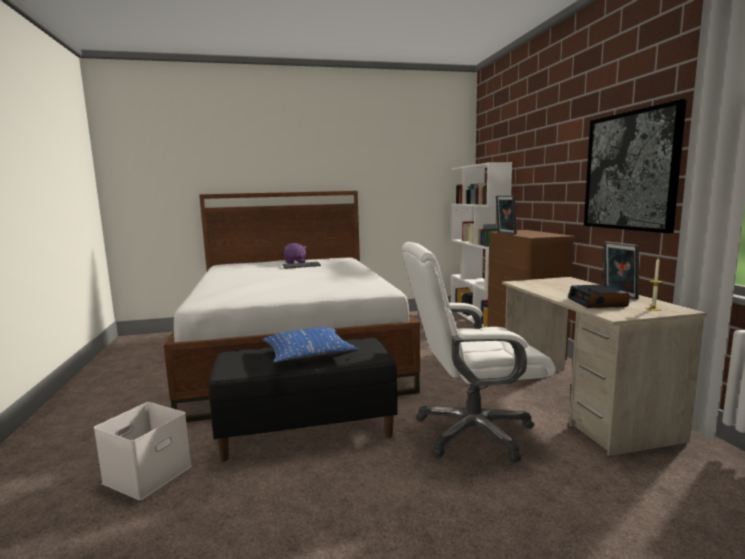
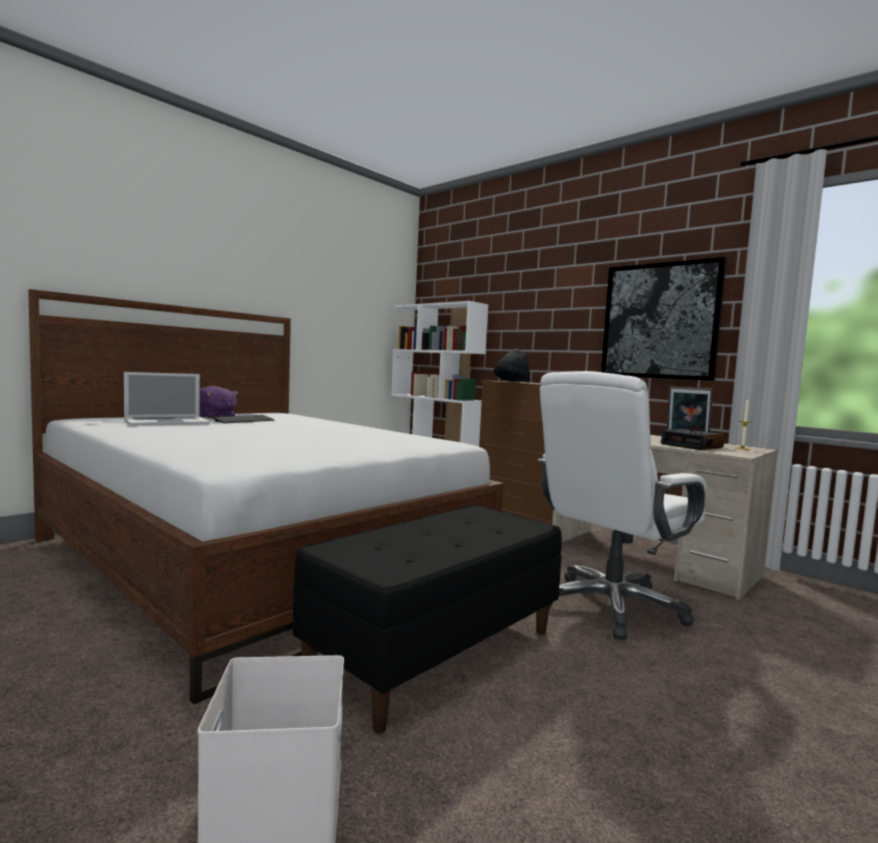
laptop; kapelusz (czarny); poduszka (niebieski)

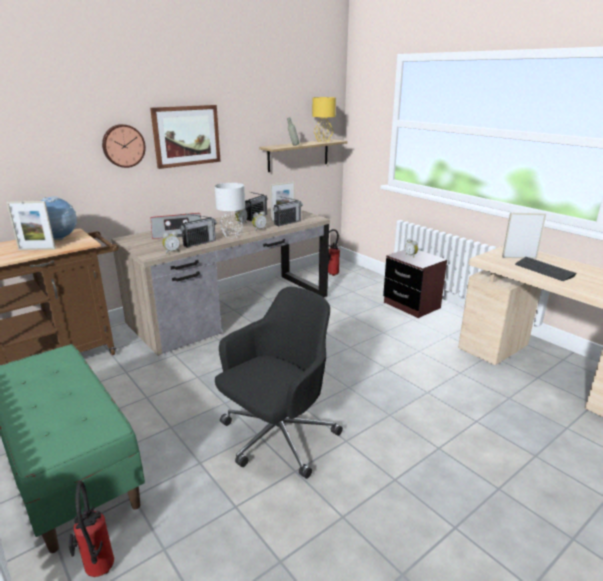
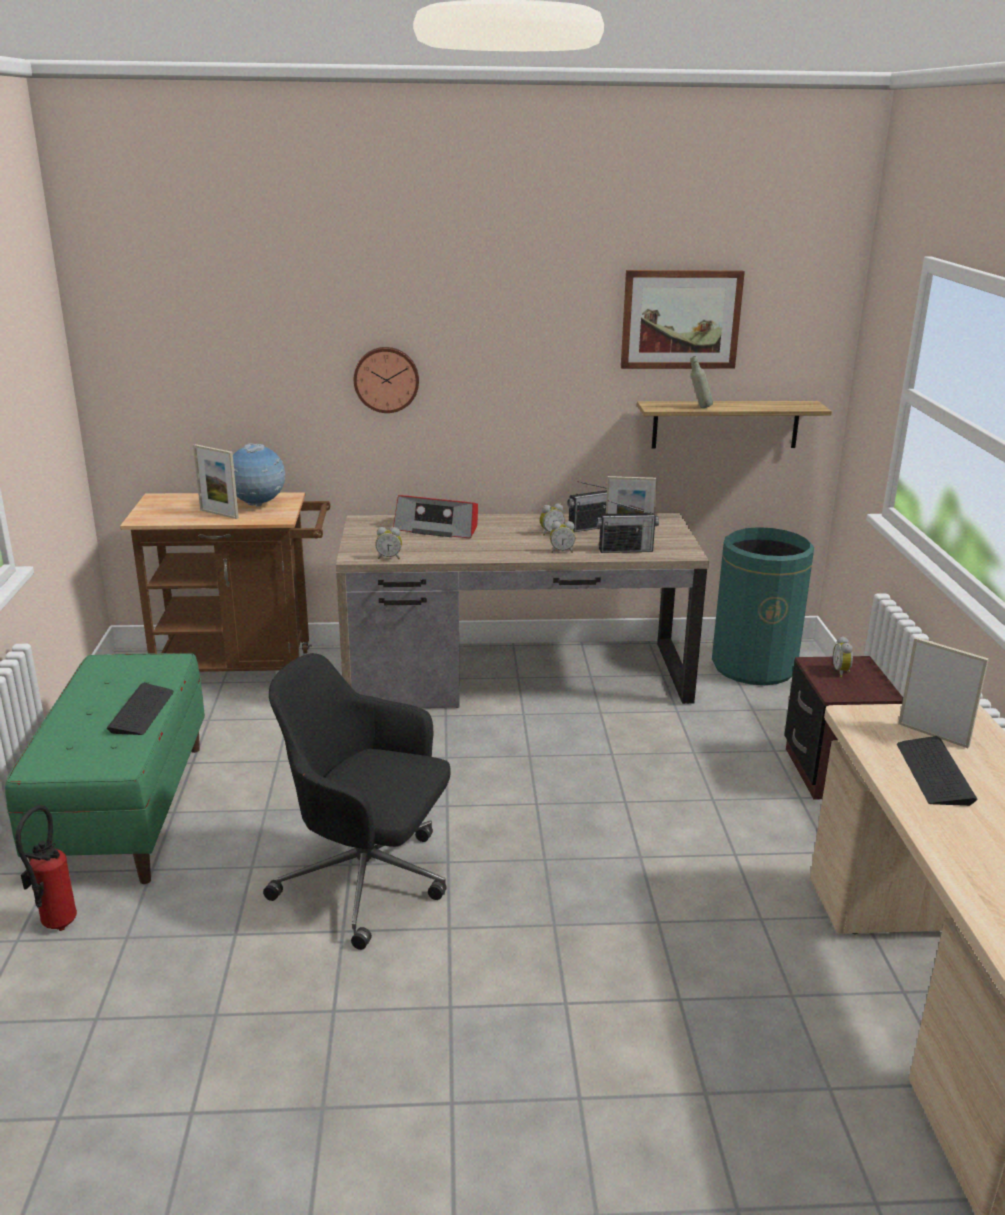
klawiatura (no. 1 from left); krzesło biurowe (czarny); obraz; kosz na śmieci (zielony); radio (no. 2 from left in the first image); lampa stołowa (szary); lampa stołowa (żółty)

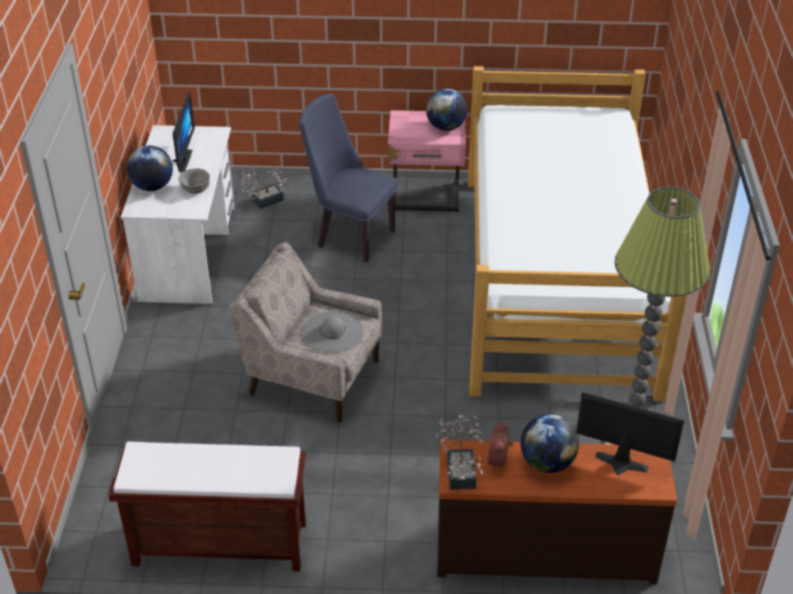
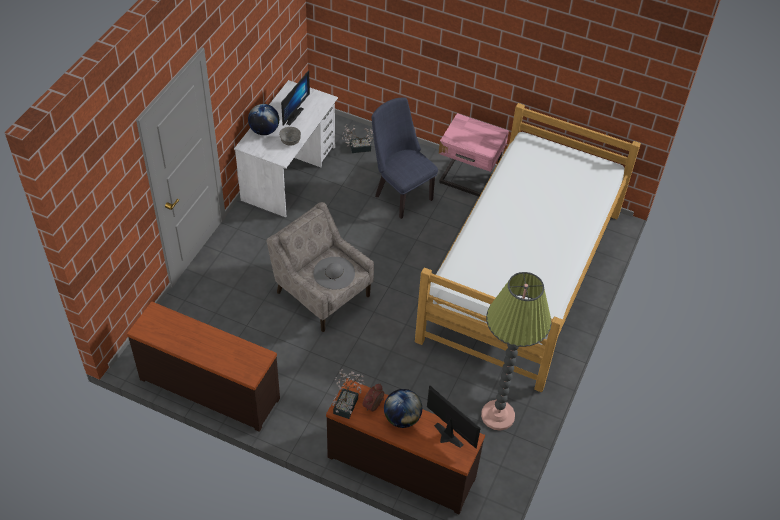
komoda (brązowy) (no. 1 from left); globus (no. 2 from left in the first image)

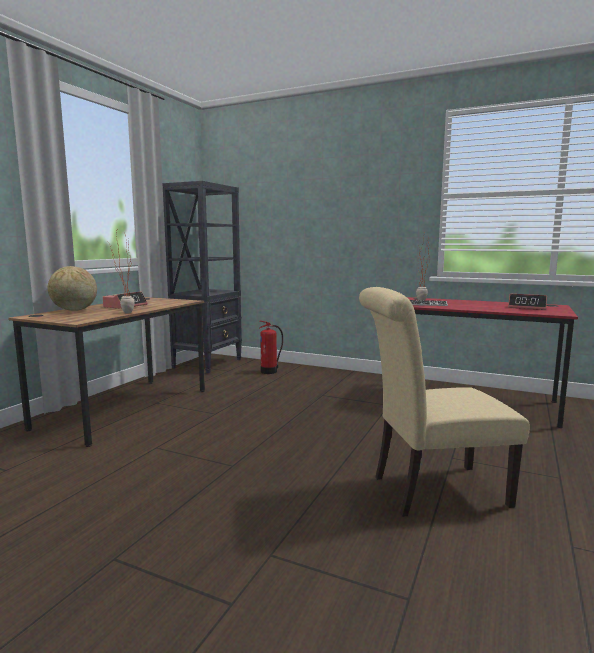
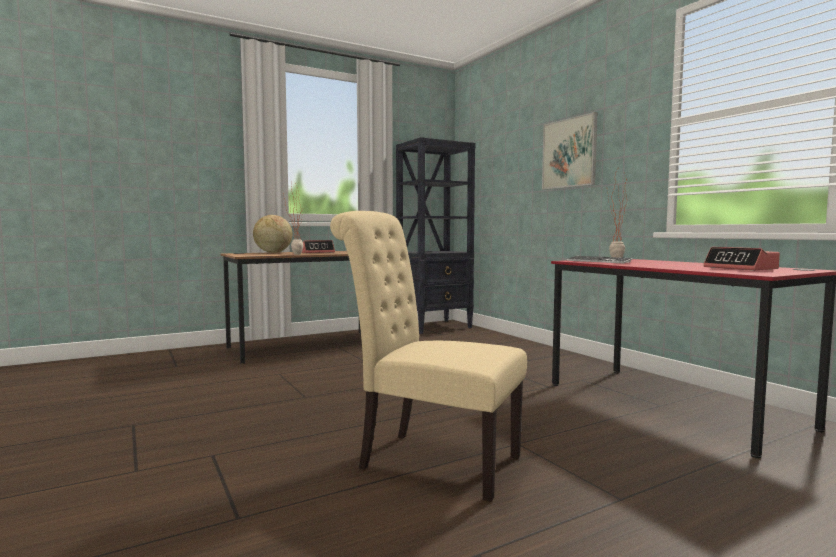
obraz; gaśnica

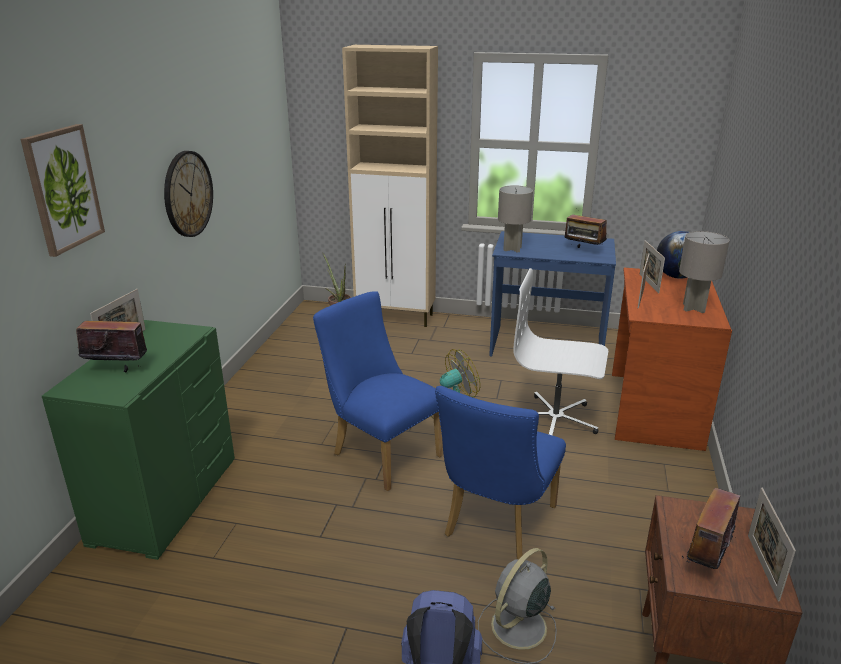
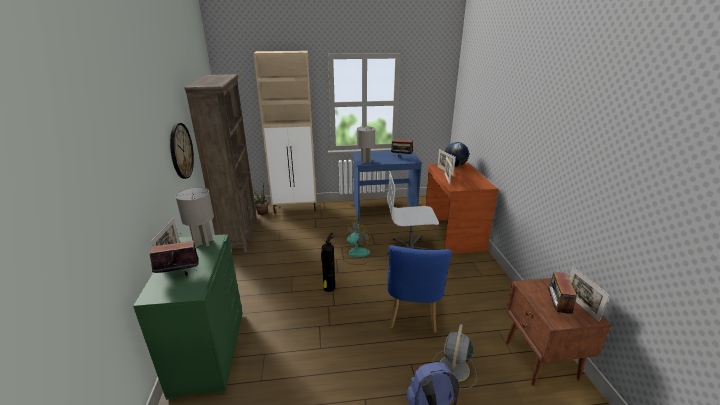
lampa stołowa (szary) (no. 1 from left); regał (brązowy); gaśnica; obraz

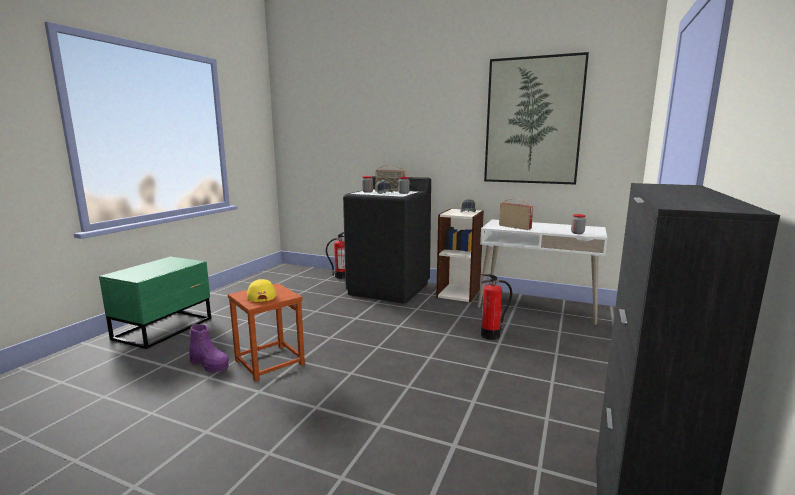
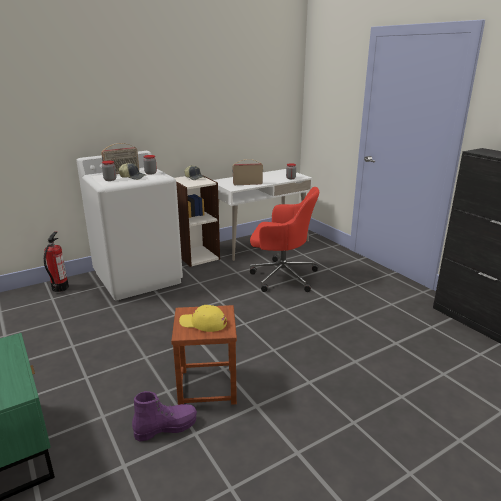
pralka (biały); krzesło biurowe (czerwony); obraz

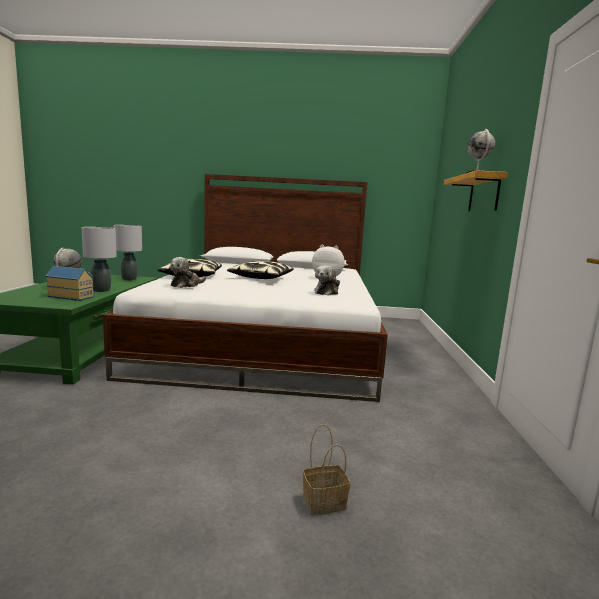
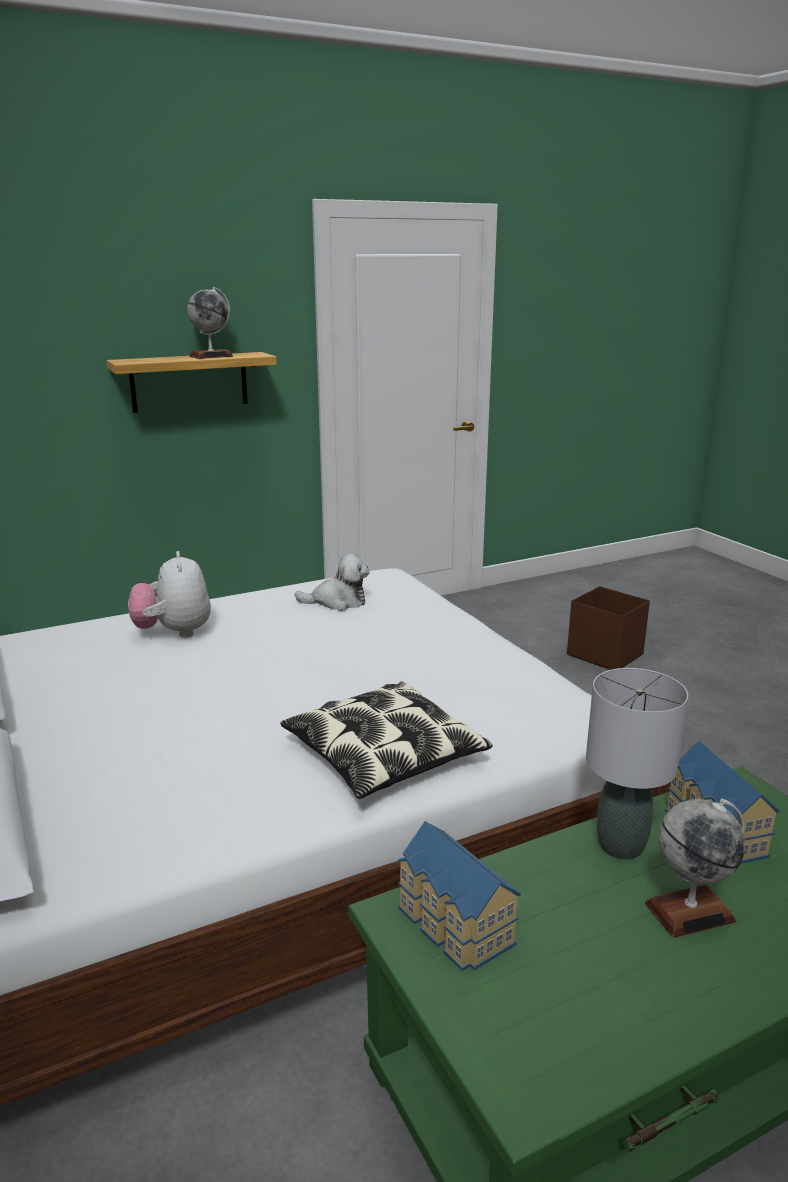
domek (no. 1 from left); pojemnik do przechowywania (brązowy); pluszak (no. 1 from left in the first image); poduszka (no. 2 from left in the first image)

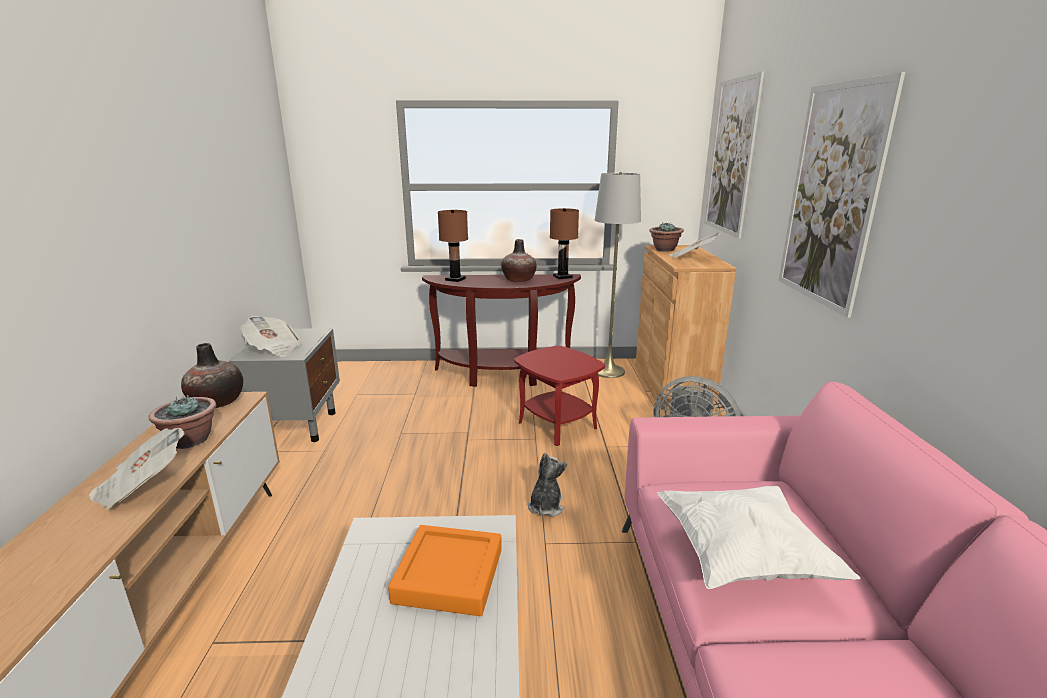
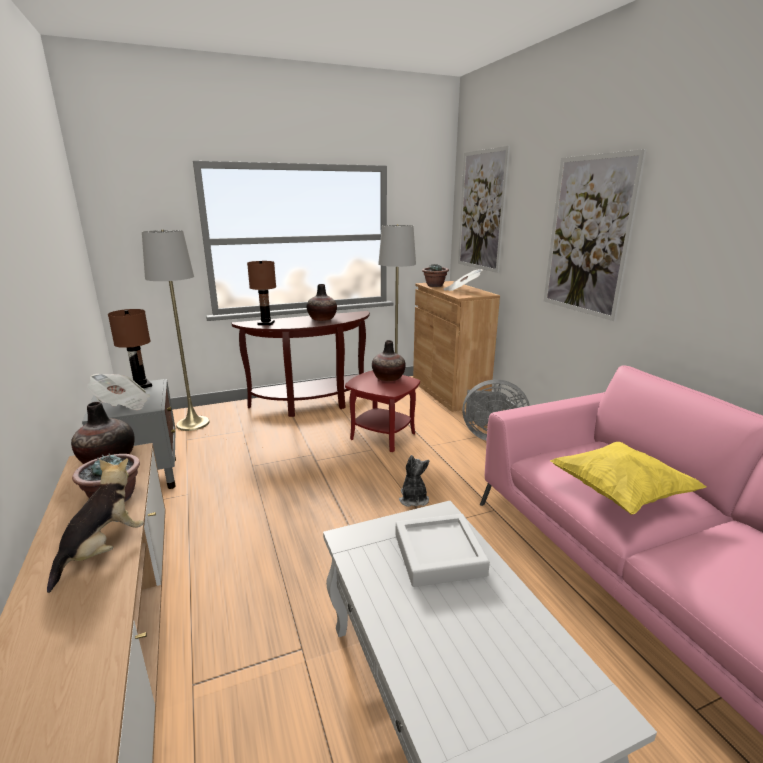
pluszak (no. 1 from left); lampa stołowa (brązowy) (no. 1 from left); lampa stojąca (szary) (no. 1 from left); wazon (no. 3 from left); taca (szary); poduszka (żółty)

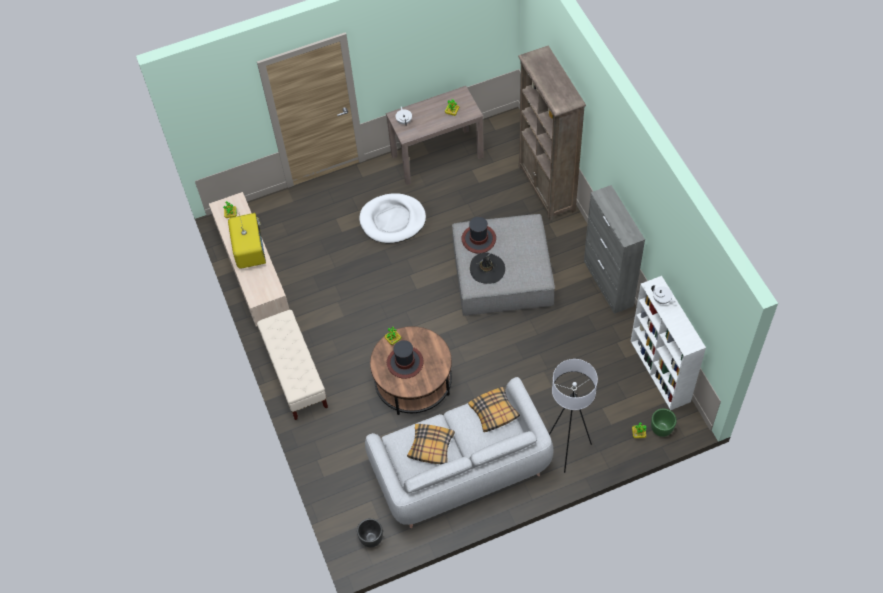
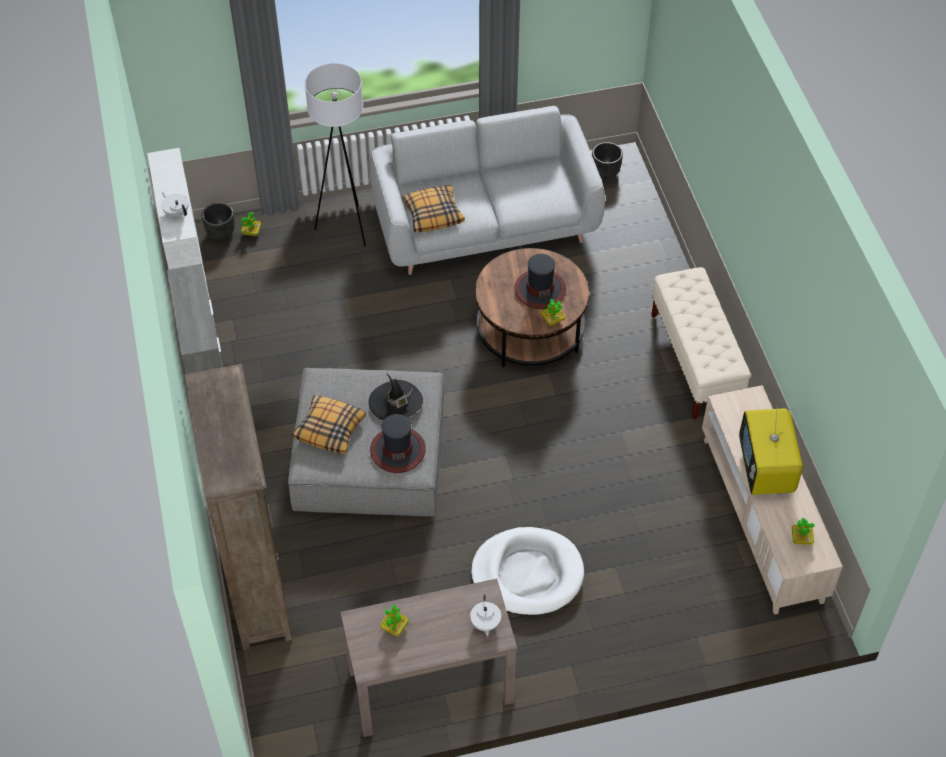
donica (czarny) (no. 1 from left); poduszka (no. 1 from left)

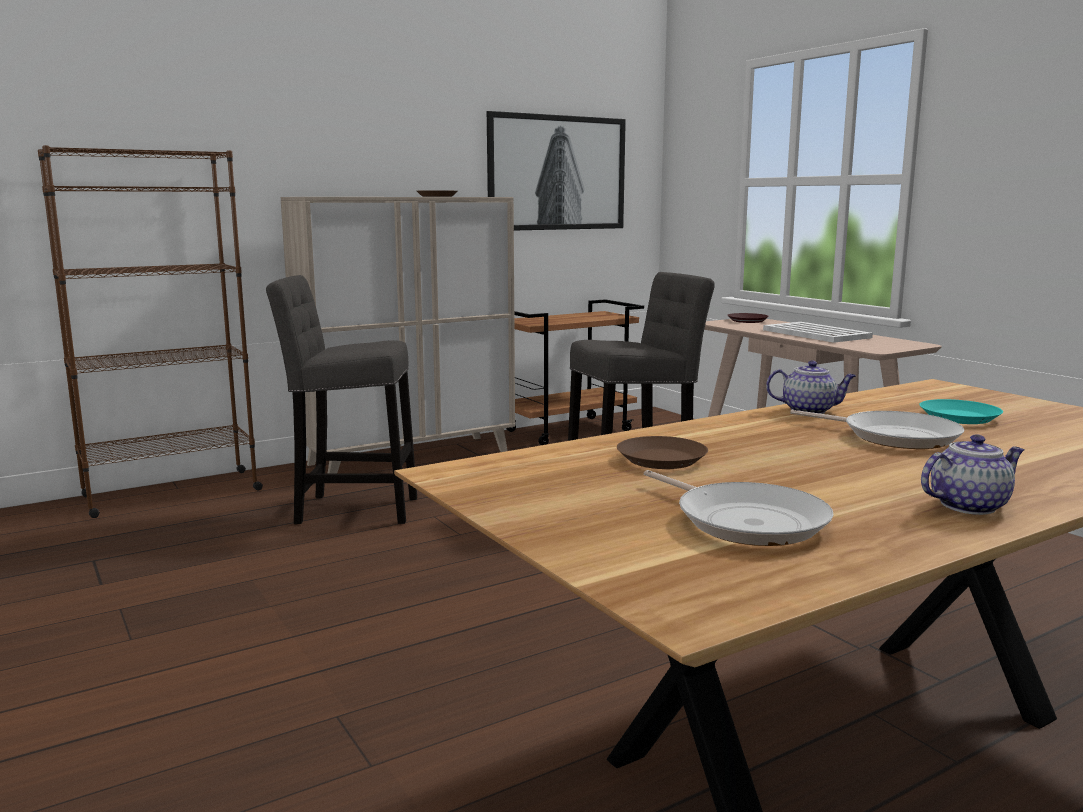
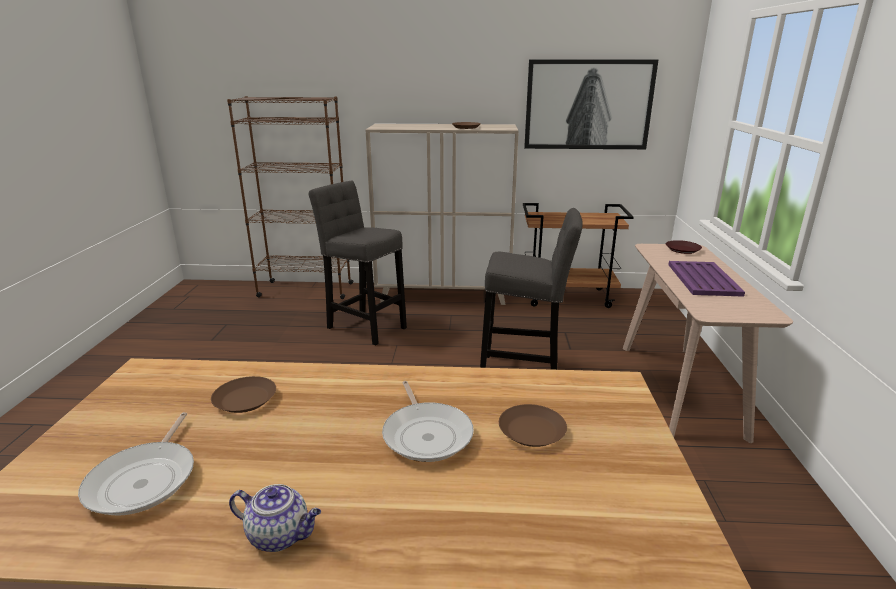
talerz (brązowy) (no. 3 from left); taca (fioletowy); imbryk (no. 1 from left in the first image)

